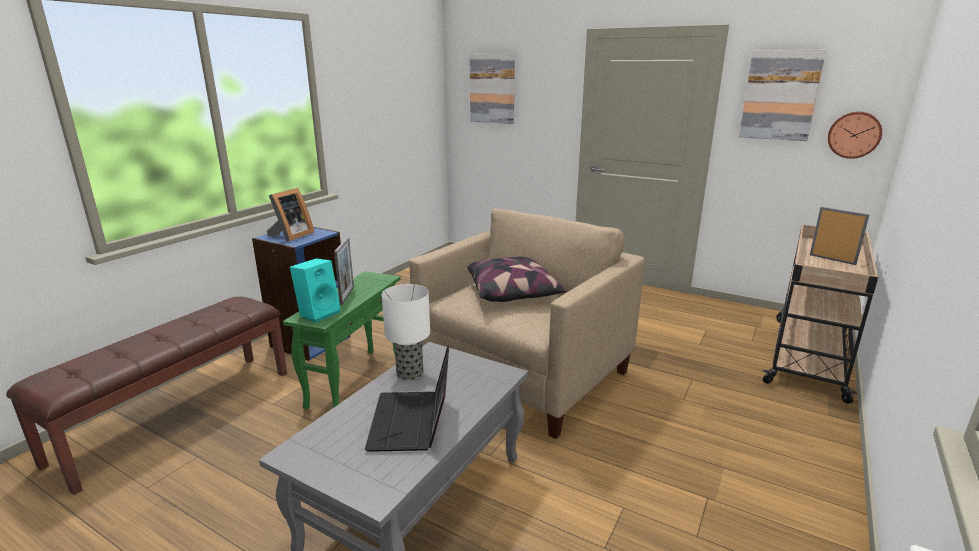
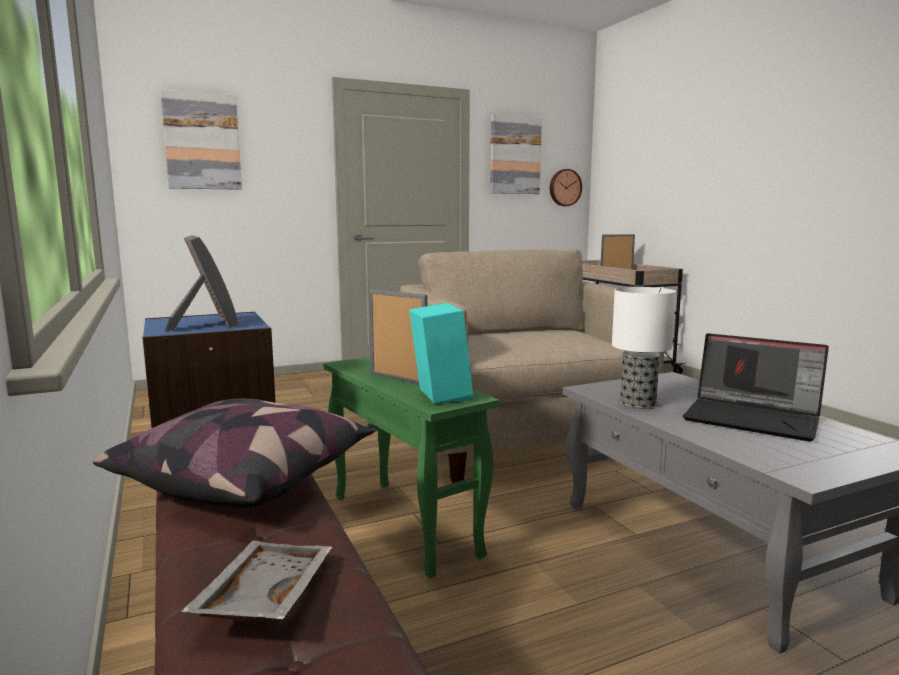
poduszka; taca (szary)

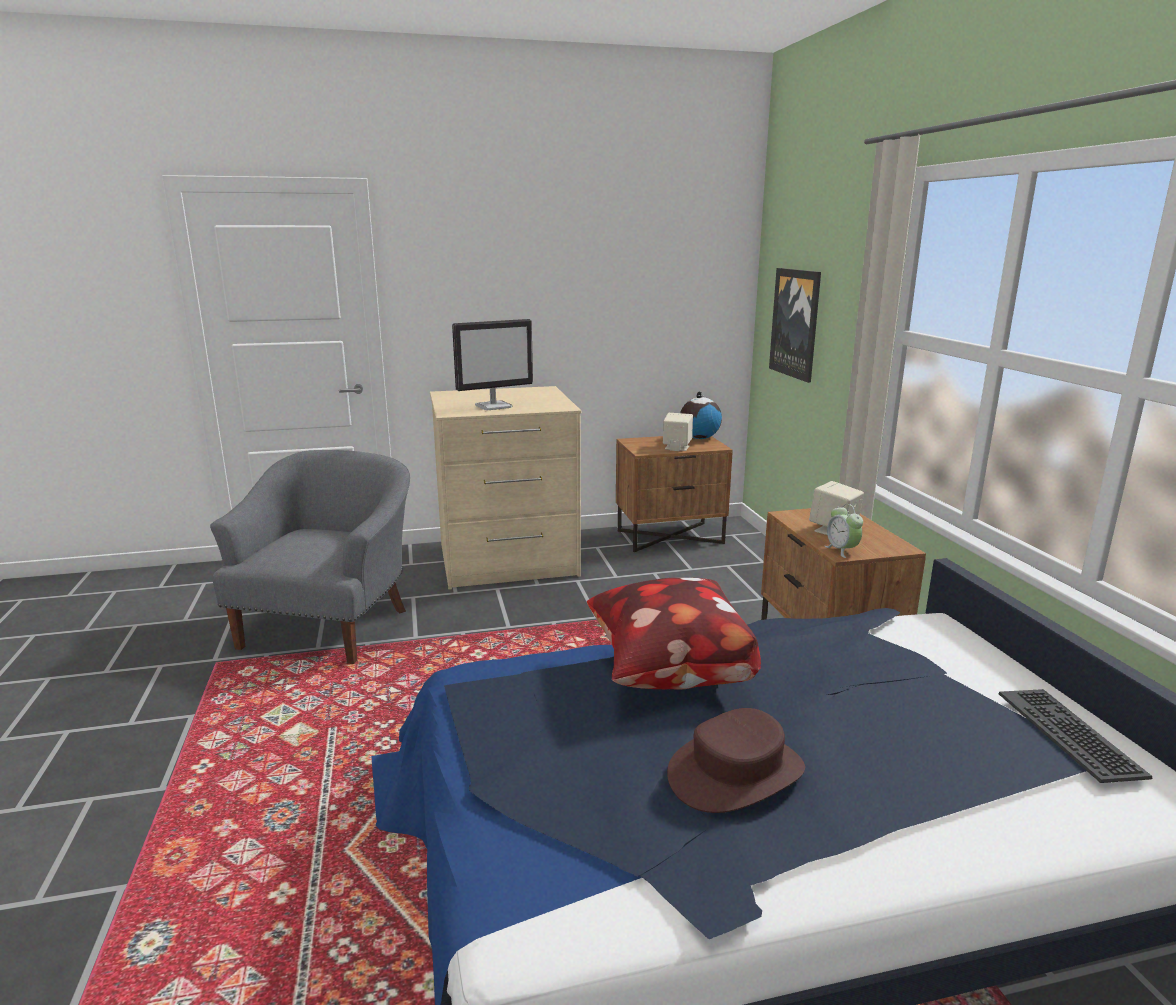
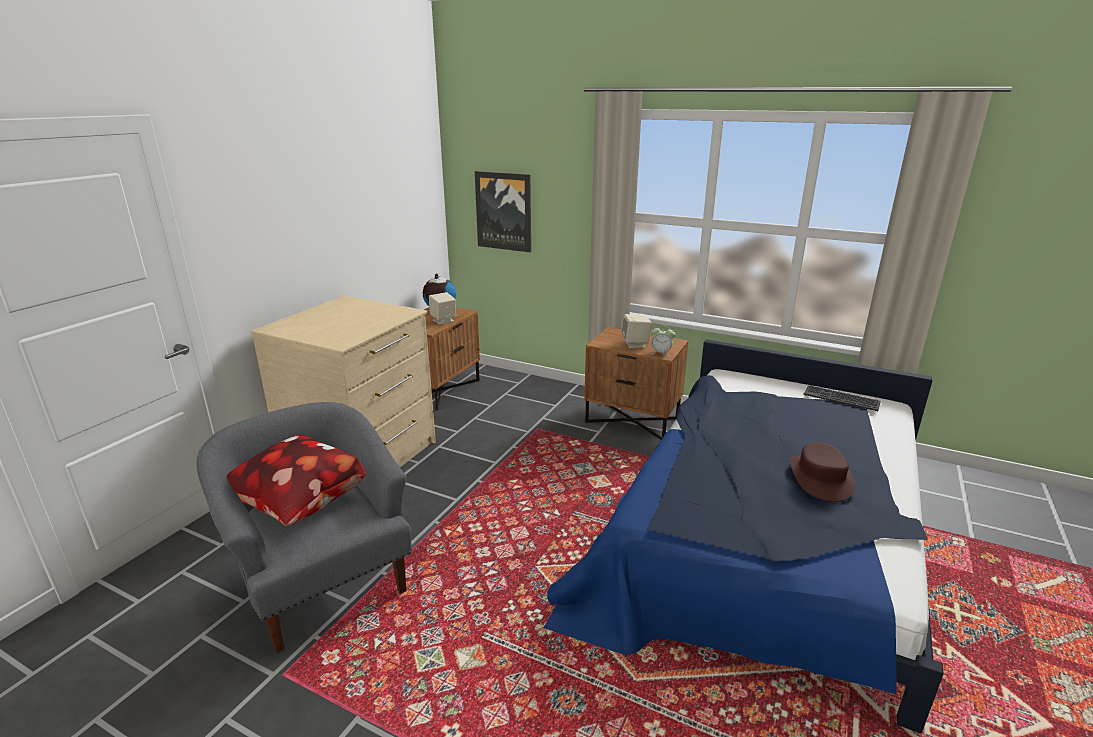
poduszka; monitor

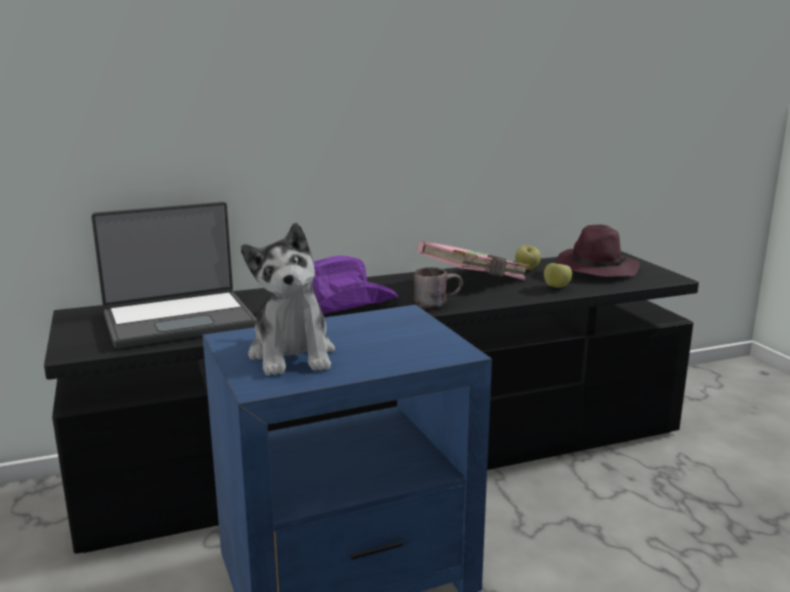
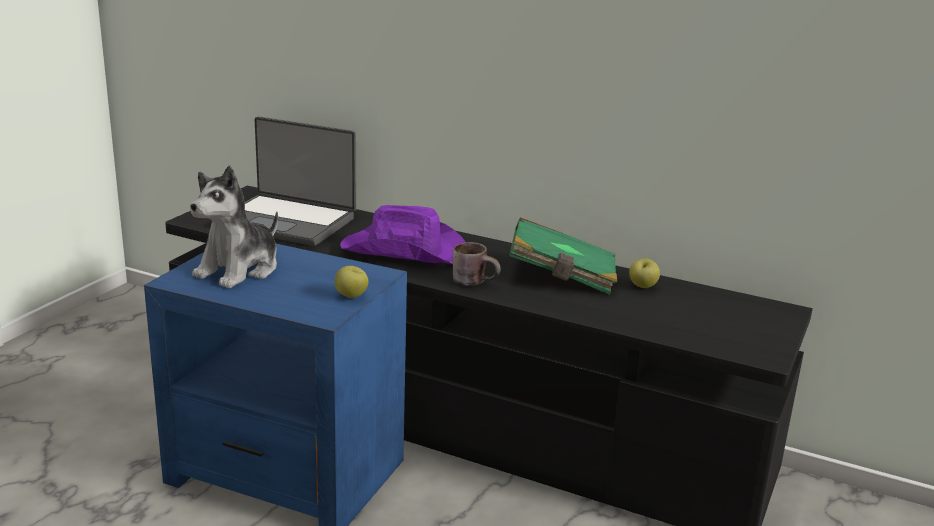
jabłko (no. 1 from left); książka (zielony); kapelusz (fioletowy) (no. 2 from left in the first image)

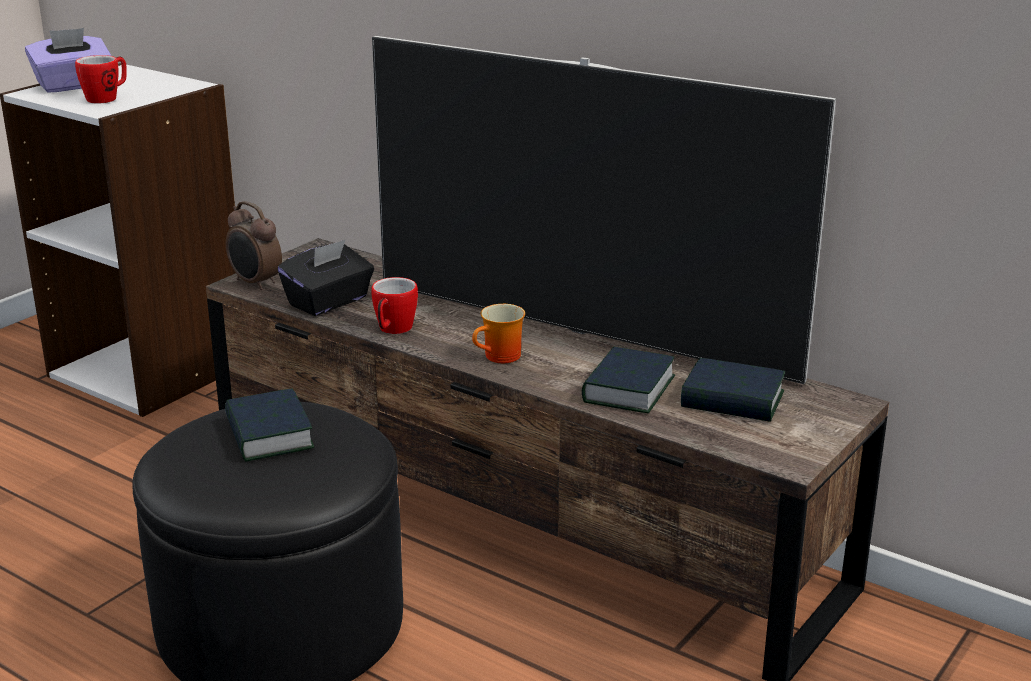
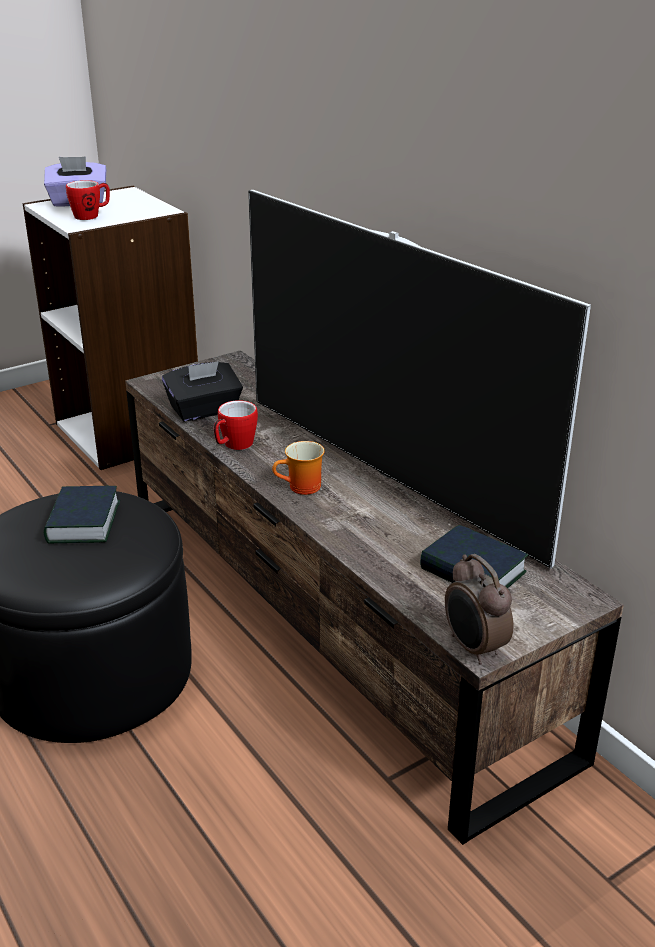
budzik; książka (no. 2 from left in the first image)

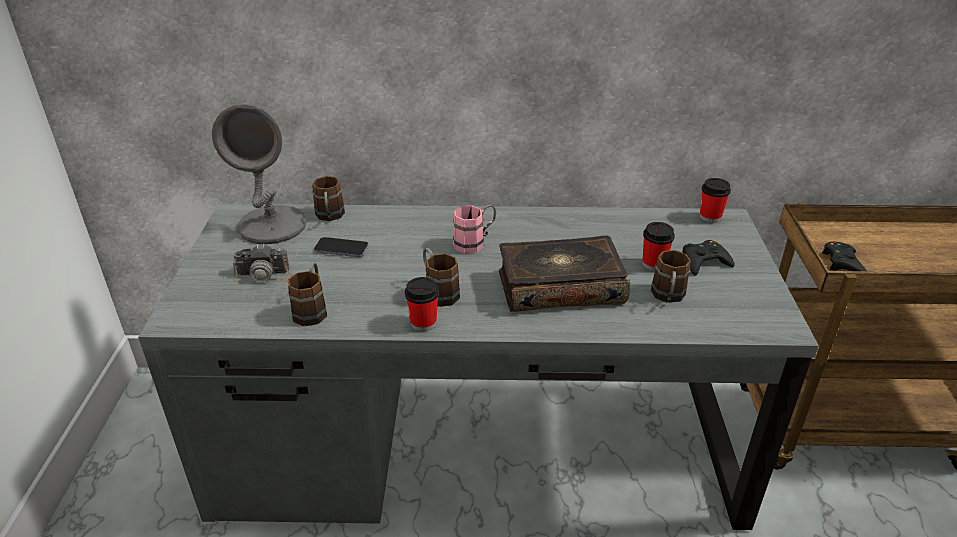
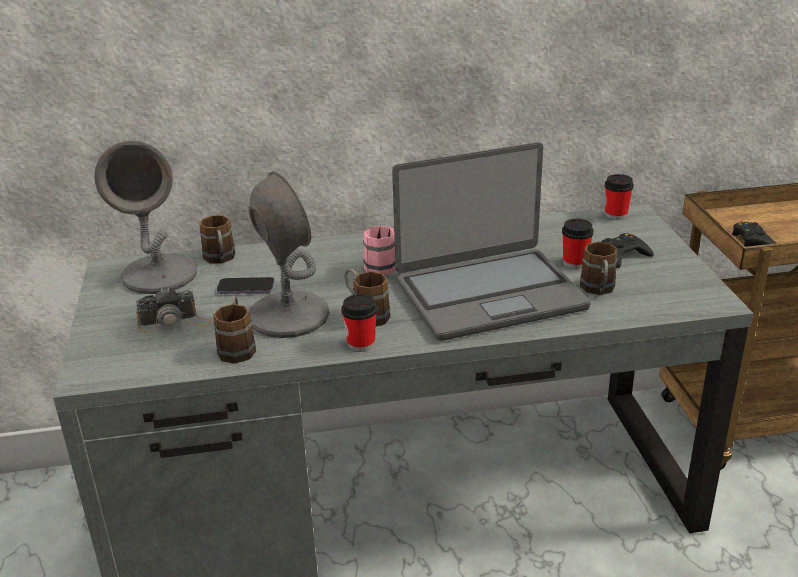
lampa stołowa (szary) (no. 2 from left); laptop

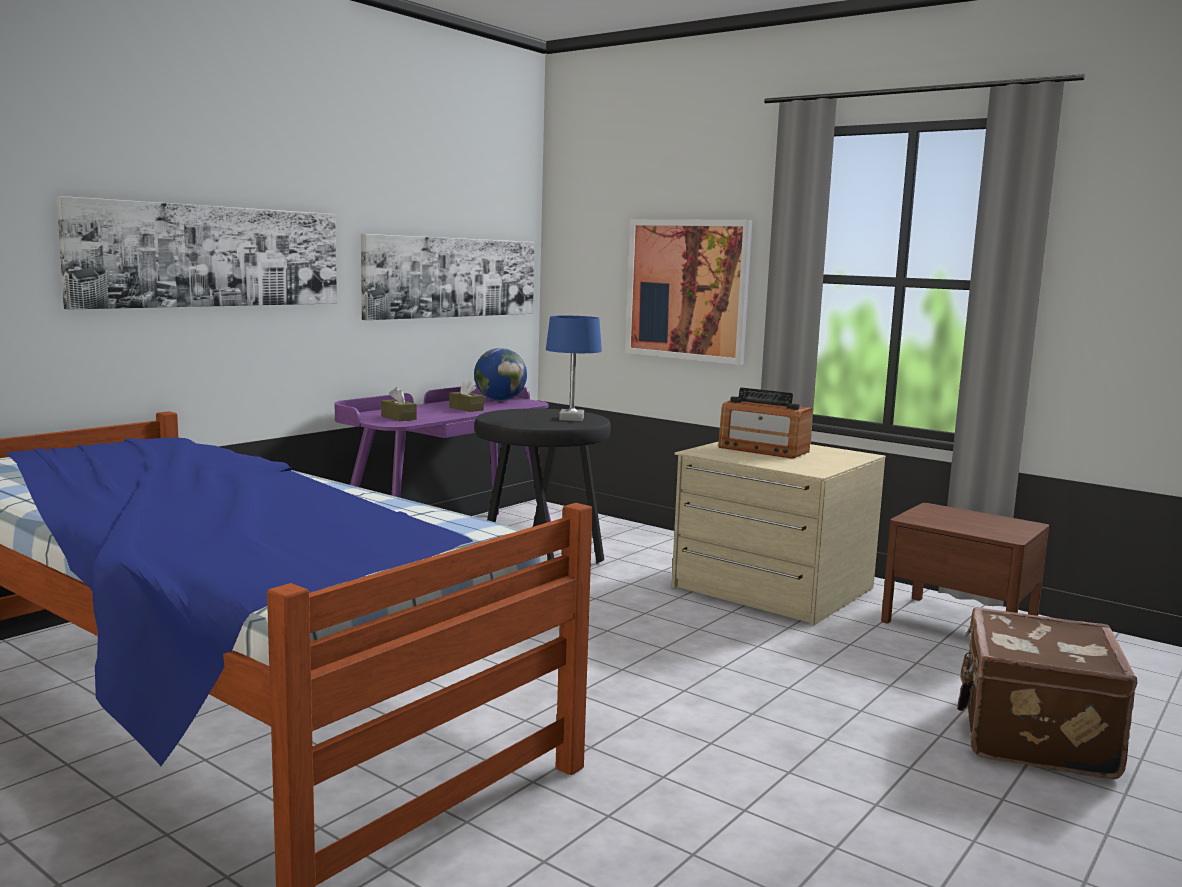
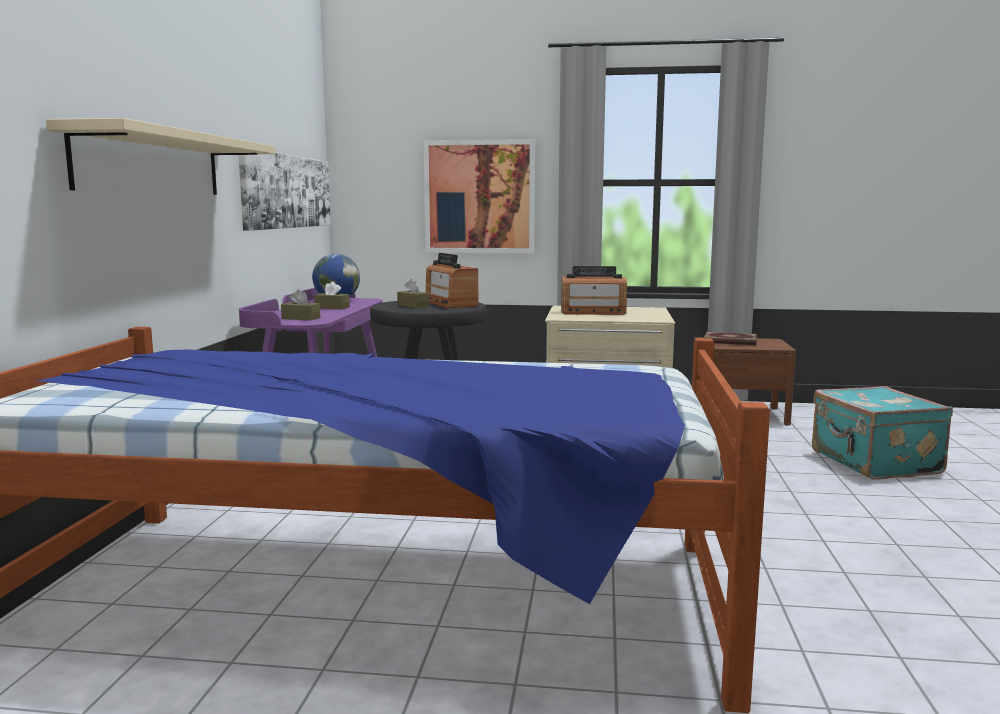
półka (beżowy); pudełko chusteczek (brązowy) (no. 3 from left); radio (no. 1 from left); książka; walizka (turkusowy)

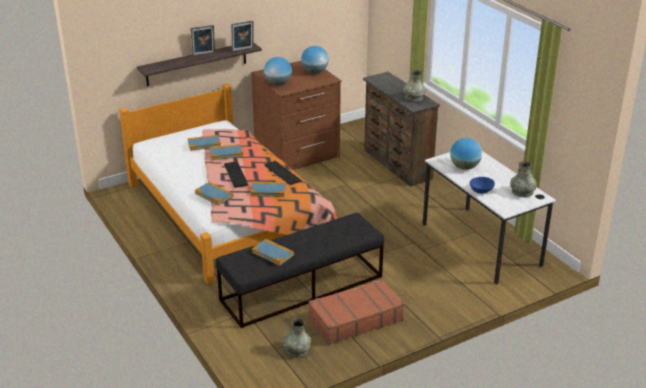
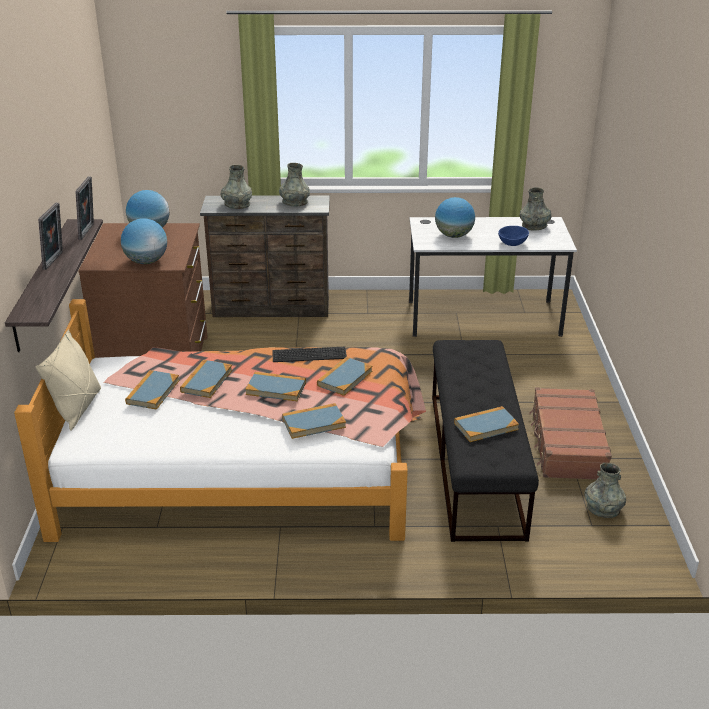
poduszka (beżowy); wazon (szary) (no. 1 from left); książka (no. 3 from left)

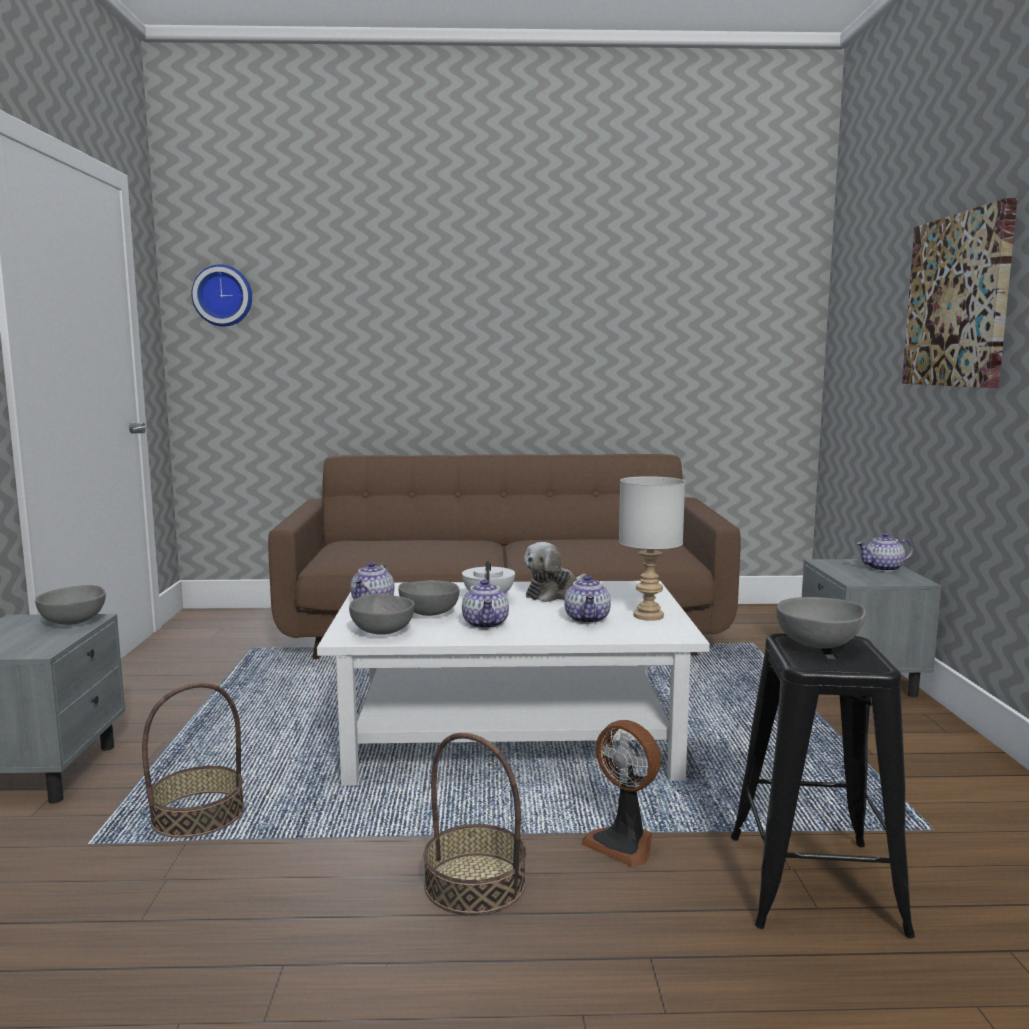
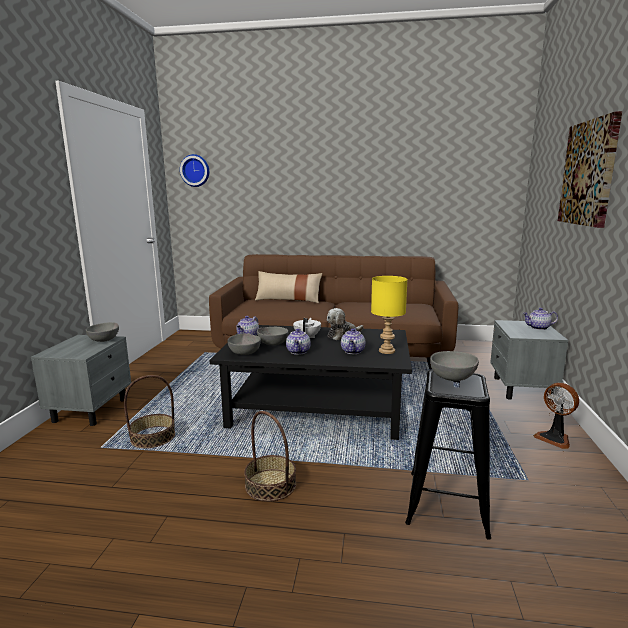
ława (czarny); poduszka (beżowy); lampa stołowa (żółty); wentylator

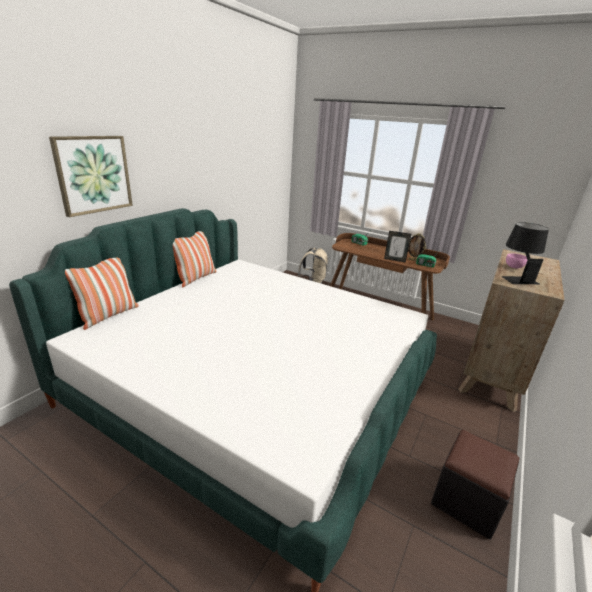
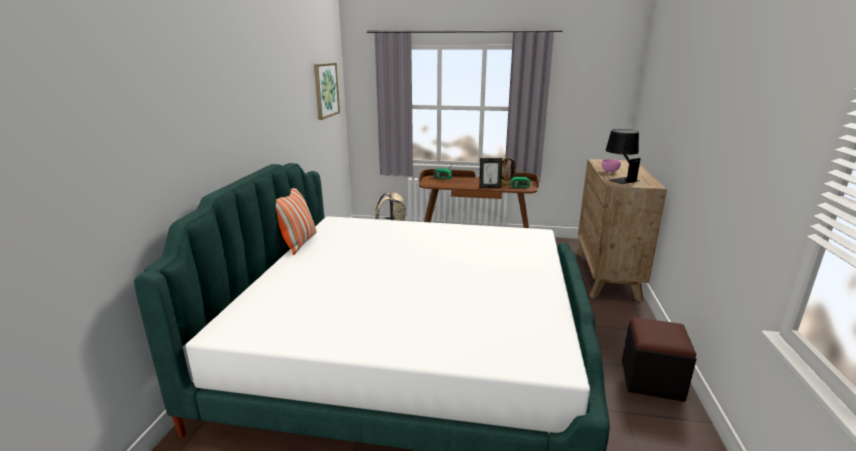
obraz; poduszka (no. 1 from left in the first image)

